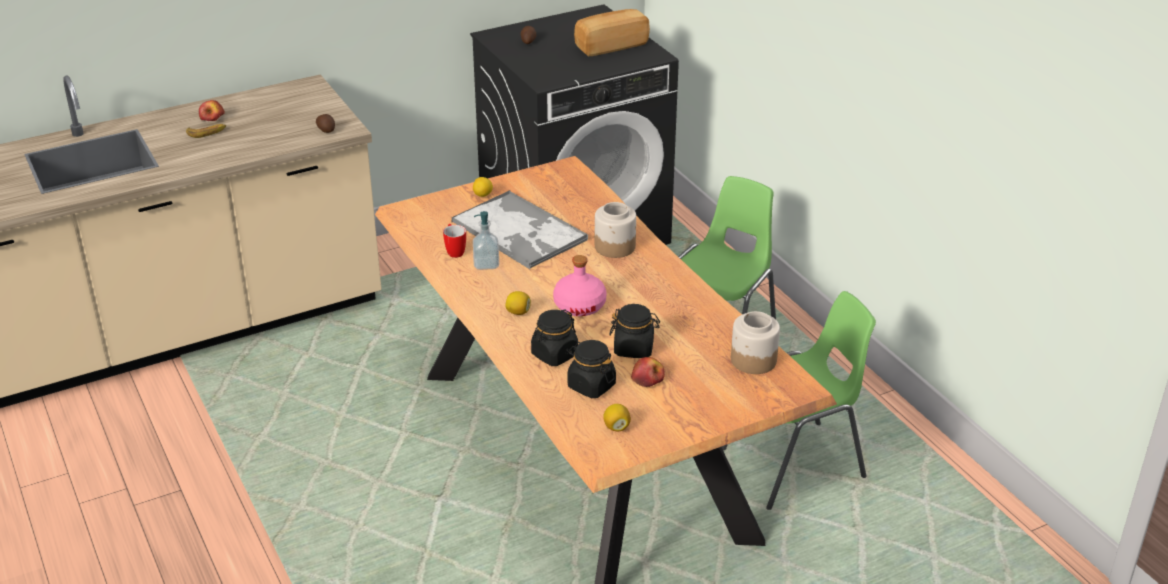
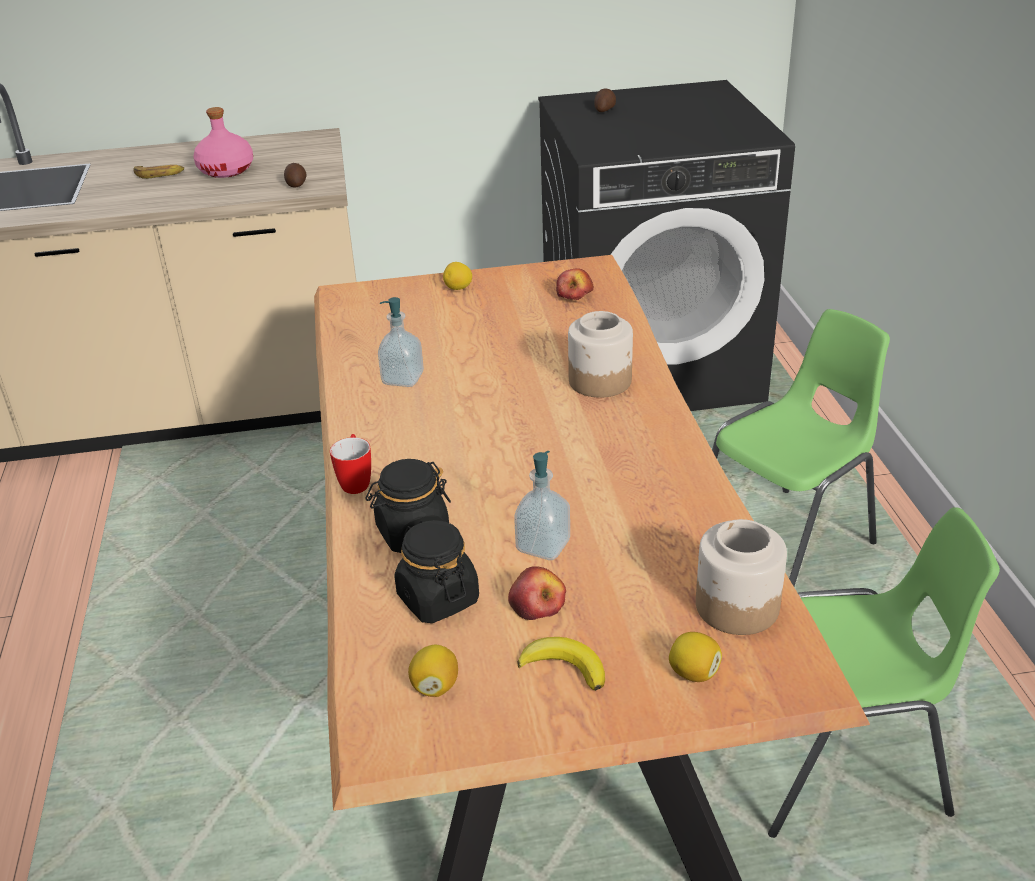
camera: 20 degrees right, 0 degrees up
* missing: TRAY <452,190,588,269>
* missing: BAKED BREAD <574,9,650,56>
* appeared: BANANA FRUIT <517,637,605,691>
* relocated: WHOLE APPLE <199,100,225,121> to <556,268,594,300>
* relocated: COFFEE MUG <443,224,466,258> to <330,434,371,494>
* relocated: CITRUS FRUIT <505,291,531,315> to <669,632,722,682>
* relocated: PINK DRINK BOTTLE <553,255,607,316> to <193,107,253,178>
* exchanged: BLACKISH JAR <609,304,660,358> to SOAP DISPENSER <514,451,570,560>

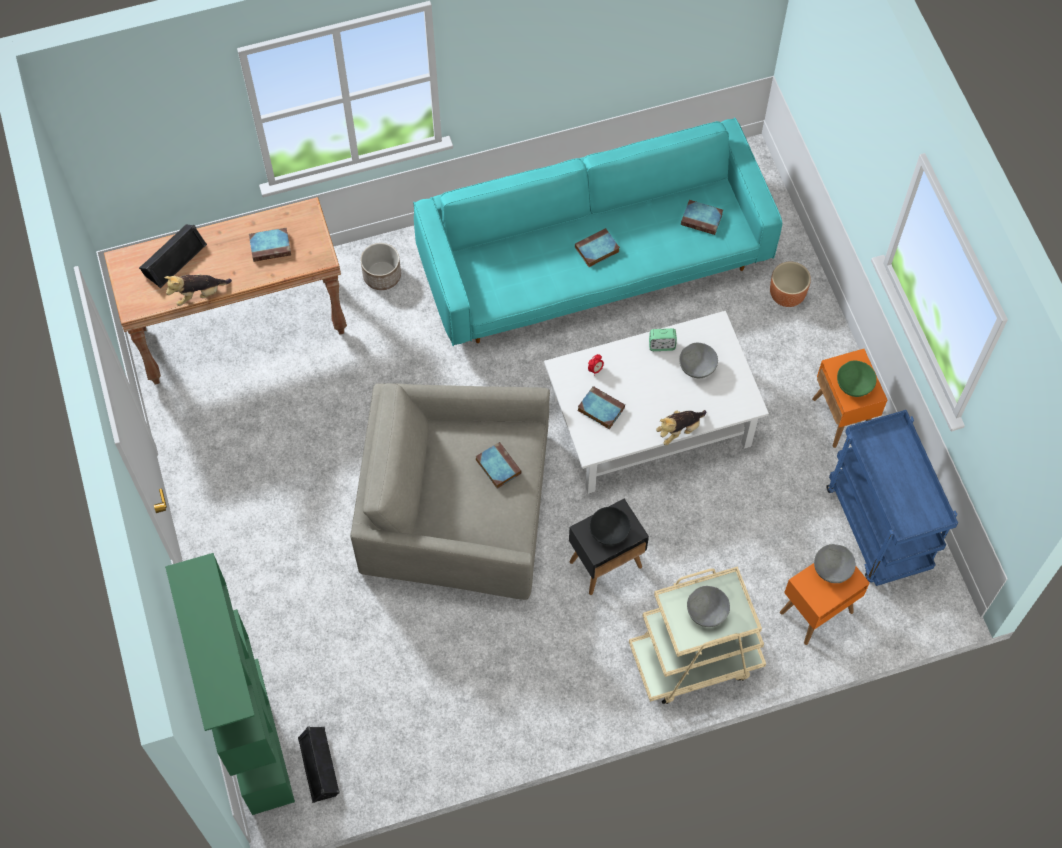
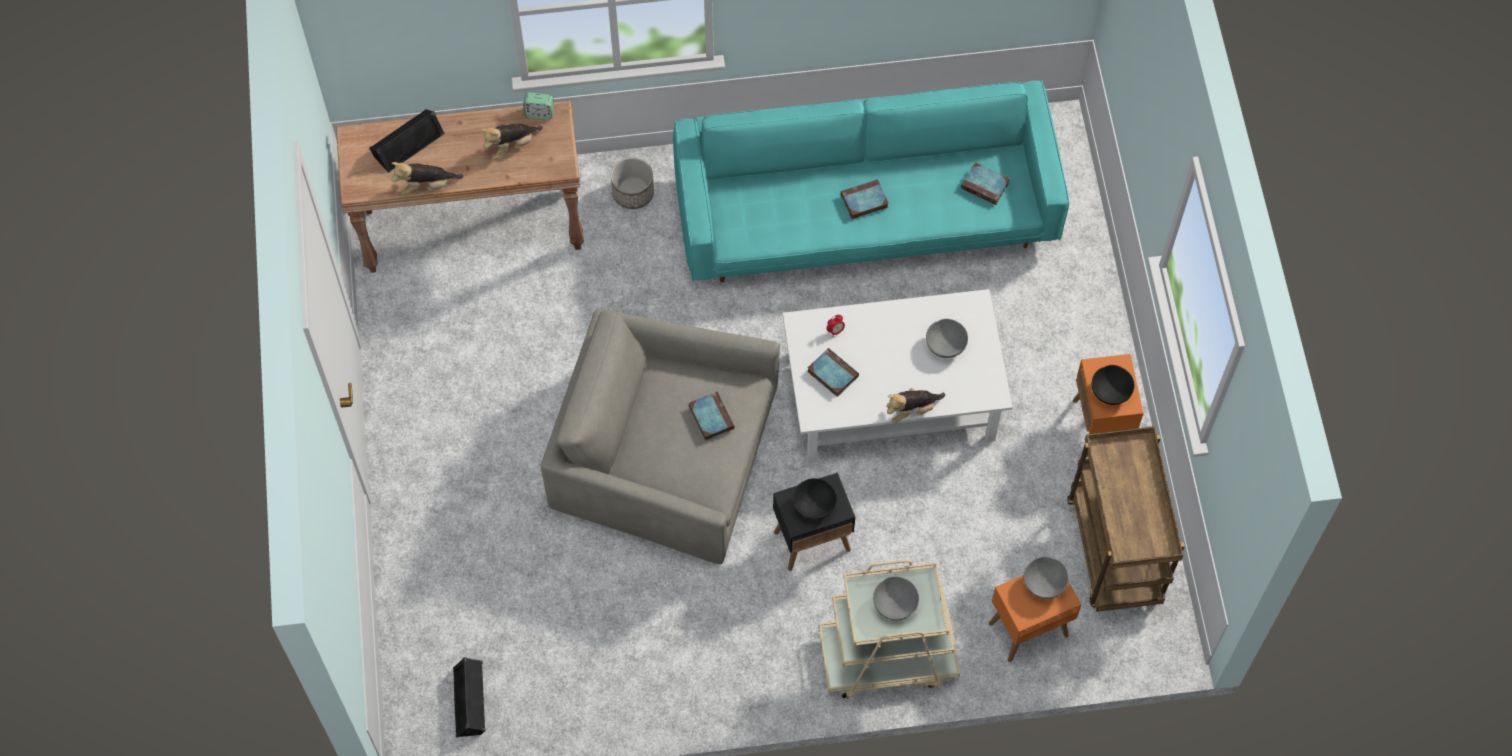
camera: 10 degrees right, 0 degrees up
* missing: GREENISH BOOKSHELF <165,553,295,815>
* missing: BROWN PLANTER <770,261,811,307>
* relocated: BEDSIDE CLOCK <649,328,677,351> to <523,92,554,120>
* exchanged: VOLUME <249,228,291,262> to SOFT TOY <481,124,543,160>
* colour: BLUE WHEELED CART <826,410,958,586> to BROWN WHEELED CART <1067,426,1185,612>
* colour: GREENISH SERVING BOWL <837,361,877,397> to BLACKISH SERVING BOWL <1092,365,1134,405>

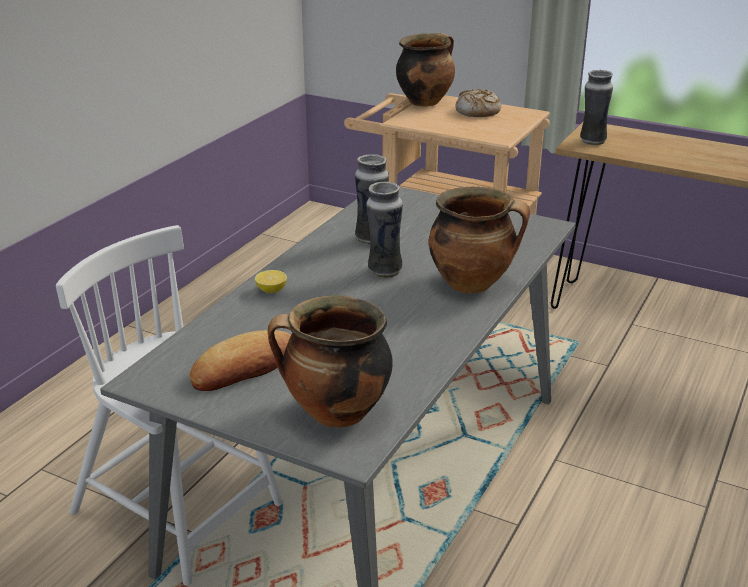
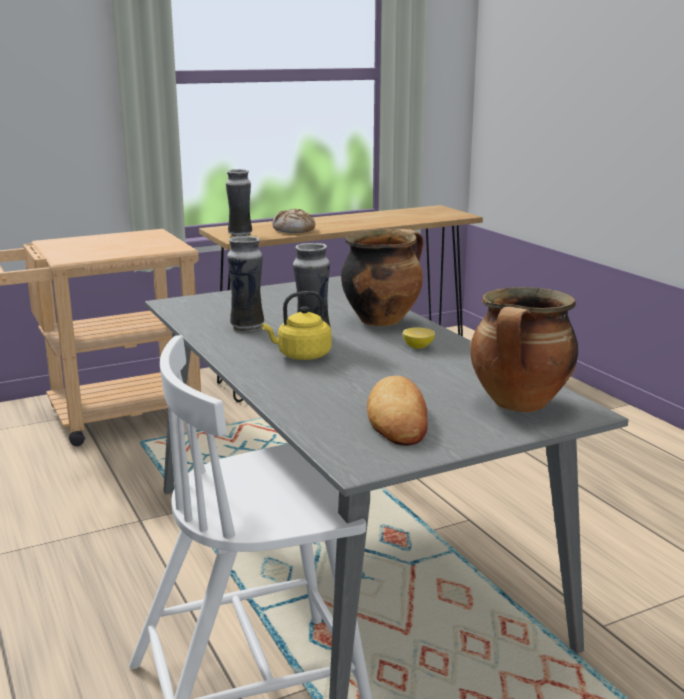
camera: 55 degrees left, 10 degrees down
* missing: COOKING POT <396,33,455,107>
* appeared: YELLOWISH KETTLE <262,291,332,360>
* relocated: CITRUS FRUIT <255,270,287,293> to <403,327,435,349>
* relocated: BAKED BREAD <455,89,501,117> to <273,209,315,233>

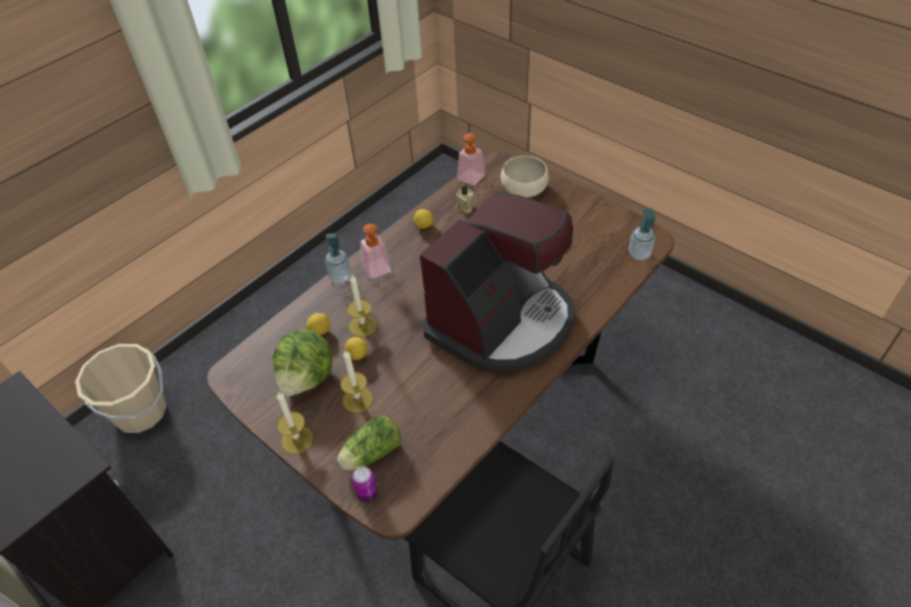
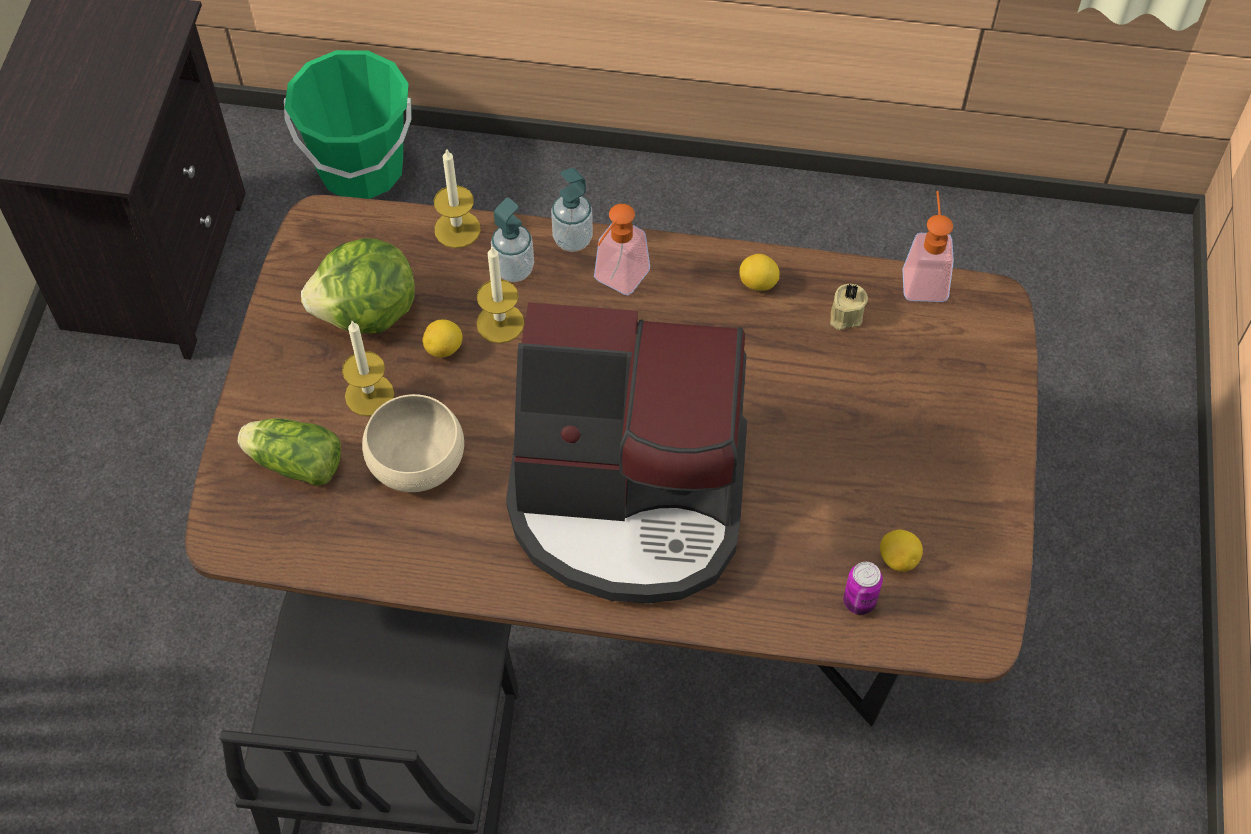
camera: 55 degrees right, 10 degrees up
* relocated: WAX LIGHT <277,392,313,454> to <434,148,481,248>
* relocated: CITRUS FRUIT <306,313,330,335> to <880,530,923,572>
* relocated: METAL CAN <352,466,377,502> to <843,562,883,615>
* relocated: BEIGE SERVING BOWL <501,156,549,198> to <362,394,464,492>
* relocated: SOAP DISPENSER <629,208,655,260> to <491,198,534,282>
* colour: BEIGE BUCKET <75,344,167,433> to GREENISH BUCKET <284,50,412,199>

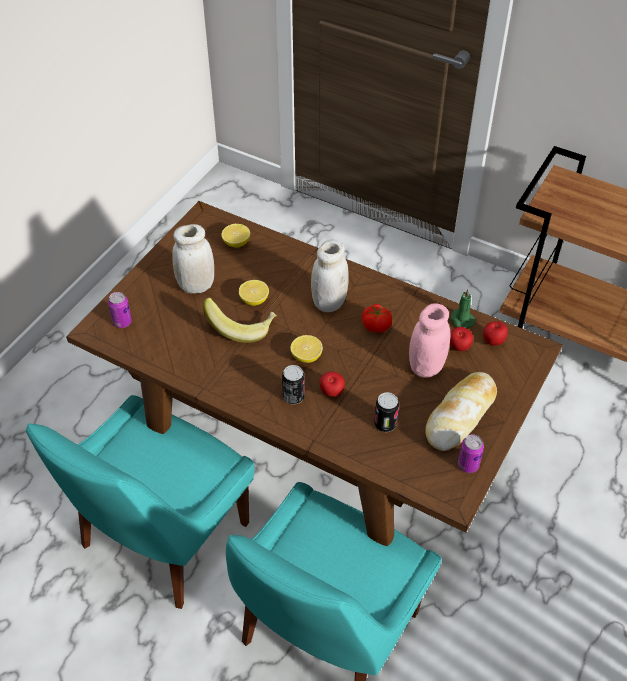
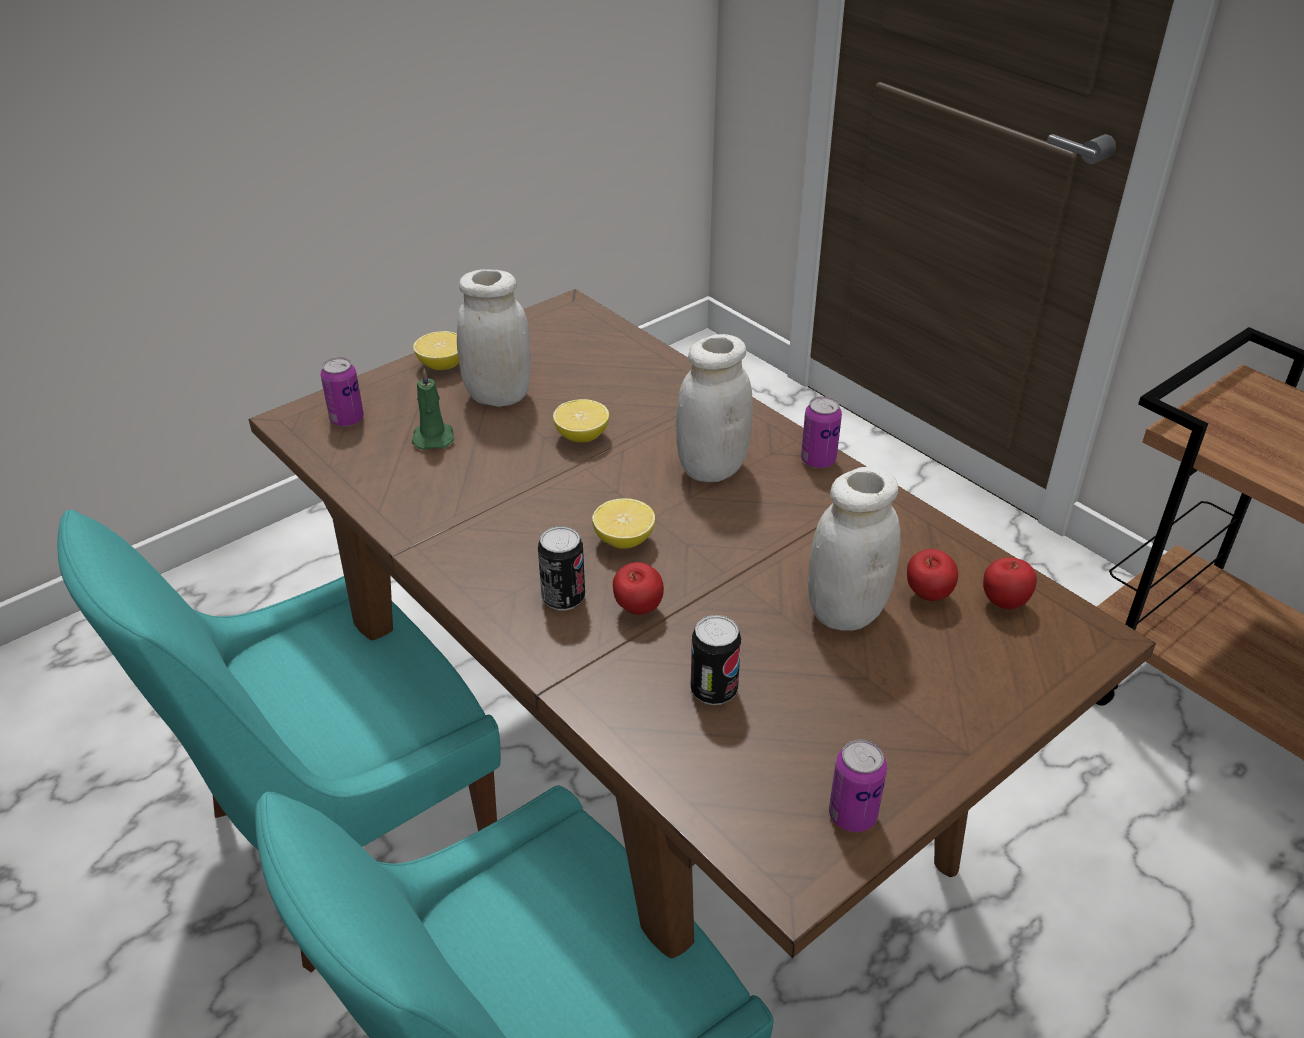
camera: 20 degrees right, 10 degrees down
* missing: BANANA FRUIT <203,298,277,343>
* missing: TOMATO <361,304,392,333>
* missing: BAKED BREAD <425,372,497,451>
* appeared: METAL CAN <801,396,842,468>
* relocated: CITRUS FRUIT <221,224,250,248> to <413,331,459,370>
* relocated: GREENISH WAX LIGHT <450,289,475,328> to <412,368,454,450>
* colour: PINK JAR <409,303,451,378> to WHITISH JAR <808,467,901,631>

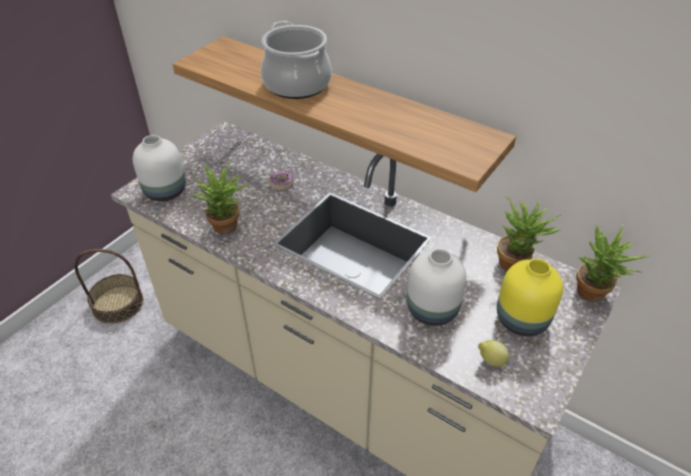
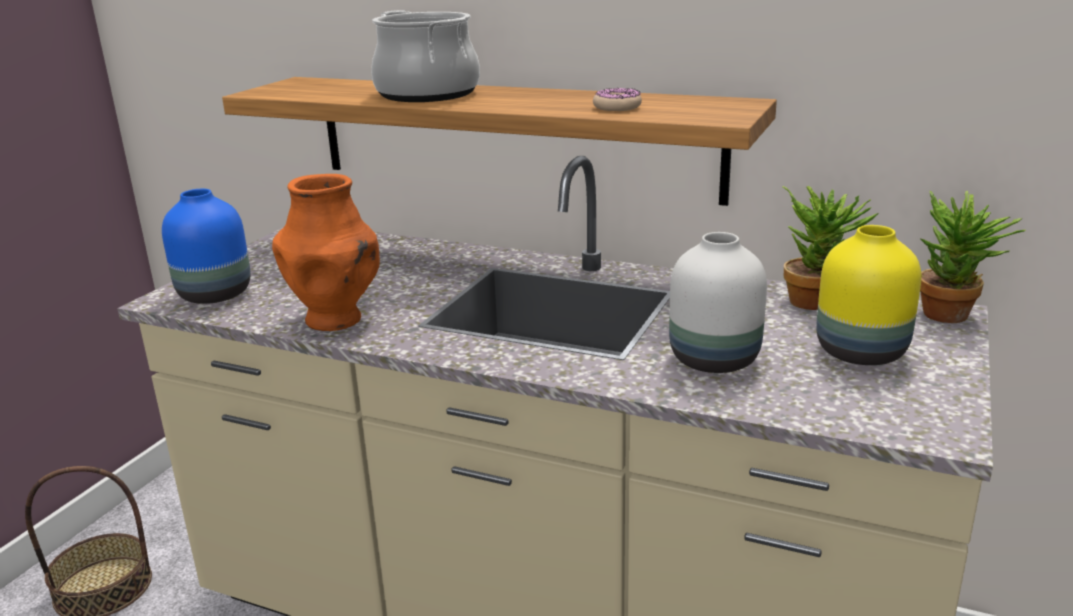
camera: 10 degrees left, 20 degrees down
* missing: CITRUS FRUIT <478,340,509,367>
* relocated: RING DOUGHNUT <268,171,294,190> to <593,88,642,111>
* exchanged: HOUSEPLANT <192,161,250,234> to ORANGEY VASE <272,174,380,331>
* colour: WHITISH VASE <133,135,186,201> to BLUE VASE <162,189,251,304>

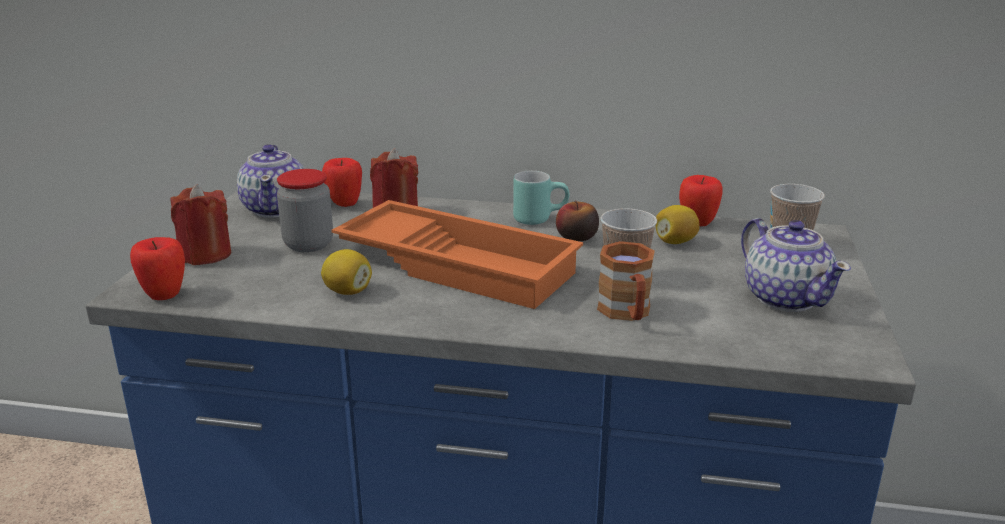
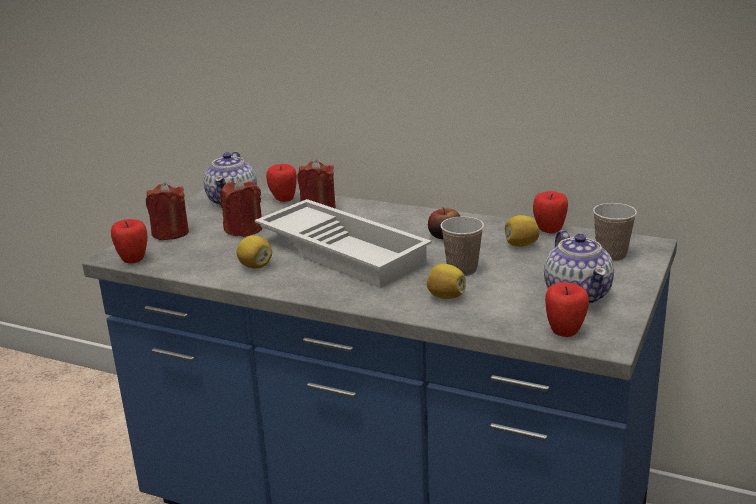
camera: 15 degrees right, 0 degrees up
* missing: BLUE-GREEN COFFEE MUG <513,171,569,225>
* appeared: WHOLE APPLE <545,282,589,337>
* exchanged: JAR <277,169,333,252> to RED WAX LIGHT <220,178,262,237>
* exchanged: BROWN COFFEE MUG <597,241,655,321> to CITRUS FRUIT <427,264,466,299>
* colour: ORANGEY TRAY <331,200,583,309> to WHITISH TRAY <255,199,432,288>

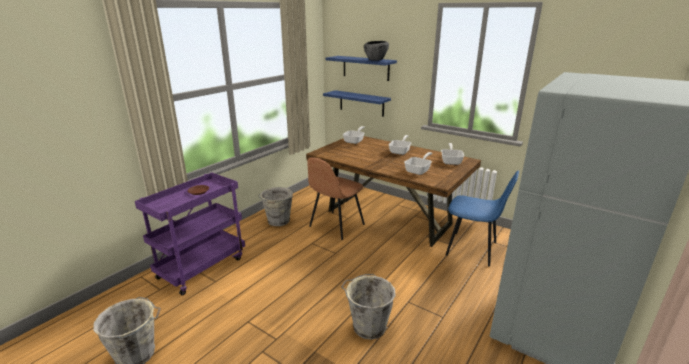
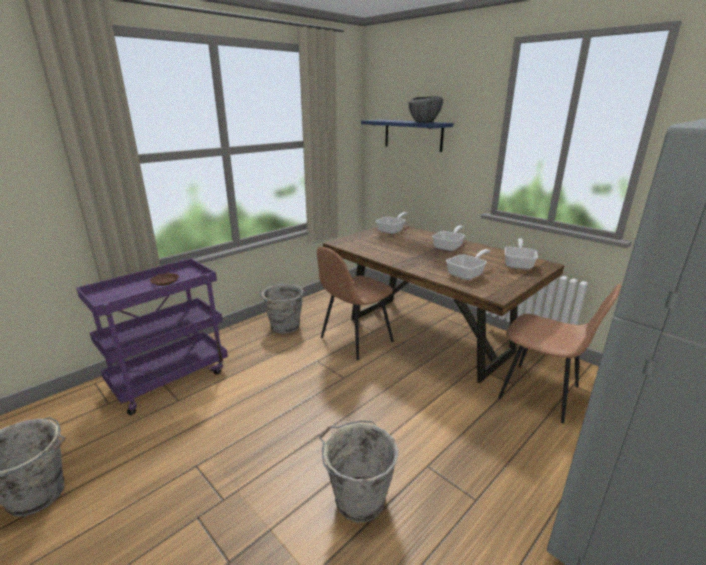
camera: 10 degrees right, 0 degrees up
* missing: BLUE SHELF <323,90,391,117>
* colour: BLUE CHAIR <446,170,519,266> to BROWN CHAIR <498,283,622,424>

